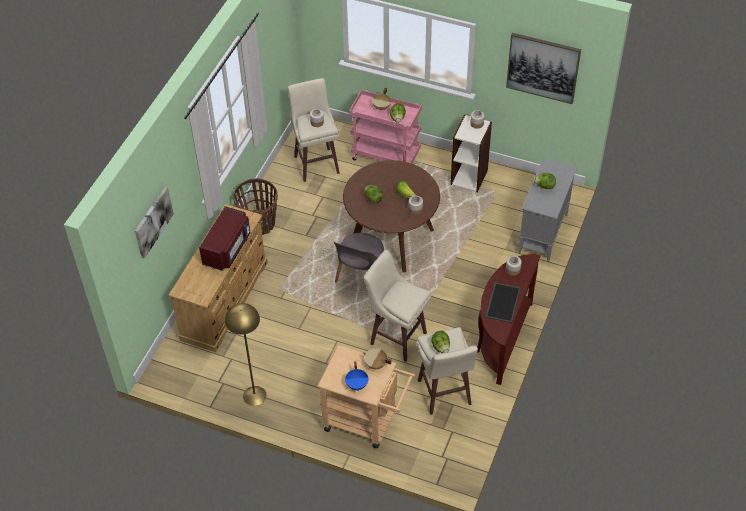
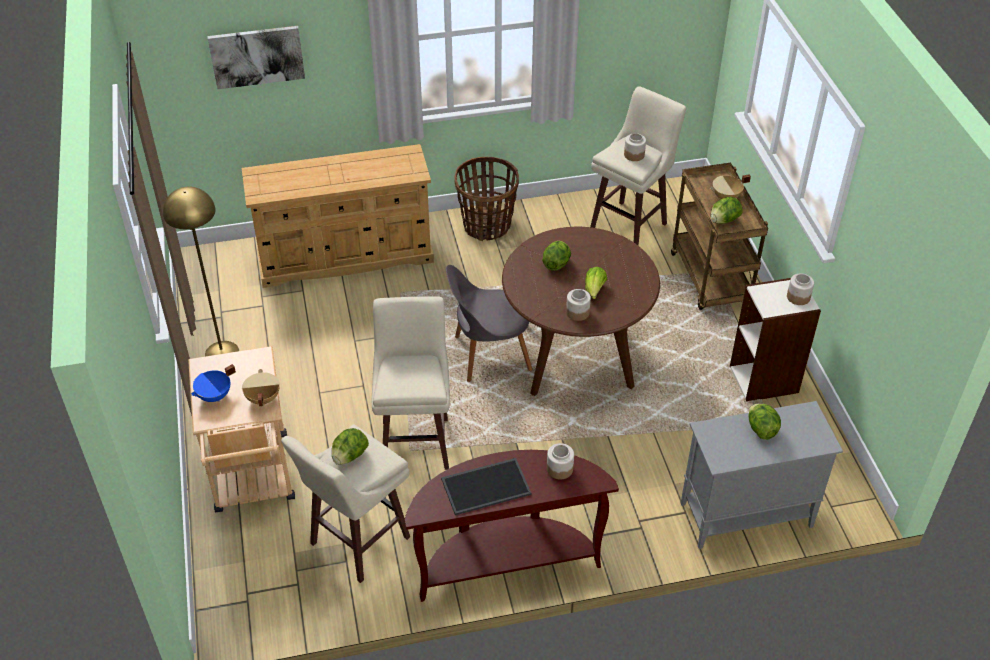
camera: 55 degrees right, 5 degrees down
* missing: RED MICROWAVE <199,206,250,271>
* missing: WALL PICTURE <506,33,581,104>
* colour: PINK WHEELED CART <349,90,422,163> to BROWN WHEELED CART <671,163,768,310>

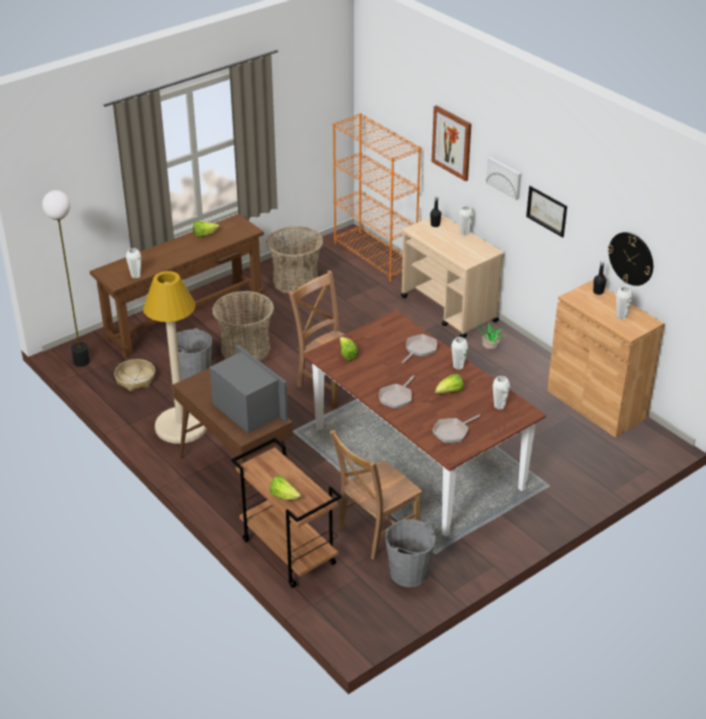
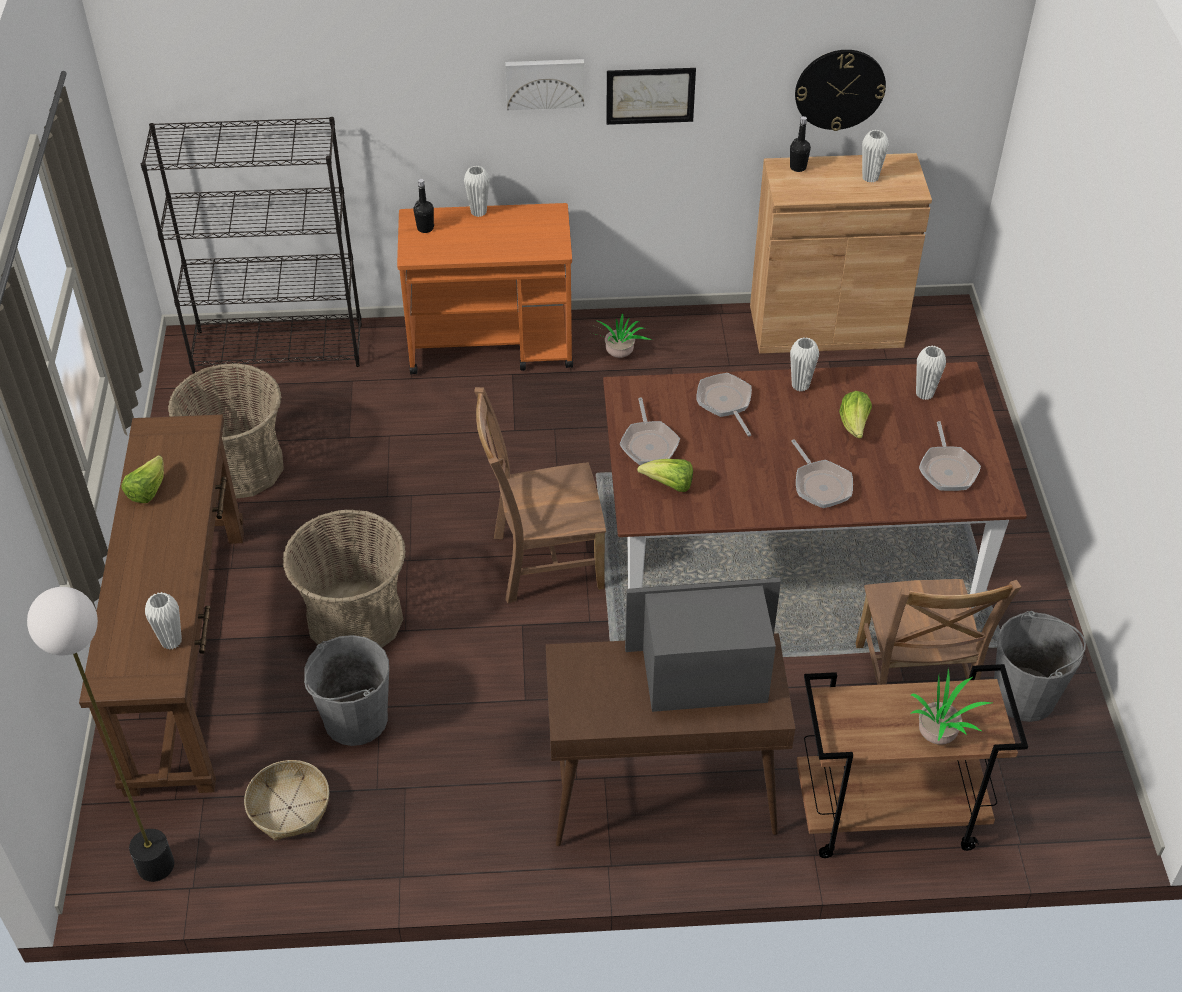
camera: 55 degrees left, 10 degrees up
* missing: BEIGE STANDARD LAMP <143,271,207,444>
* missing: WALL PICTURE <432,105,472,181>
* appeared: PAN <620,397,680,465>
* exchanged: LETTUCE HEAD <270,475,302,500> to HOUSEPLANT <910,669,991,745>
* colour: ORANGEY BOOKSHELF <333,113,421,282> to BLACKISH BOOKSHELF <141,117,362,374>
* colour: BEIGE WHEELED CART <401,215,504,338> to ORANGEY WHEELED CART <397,203,573,374>

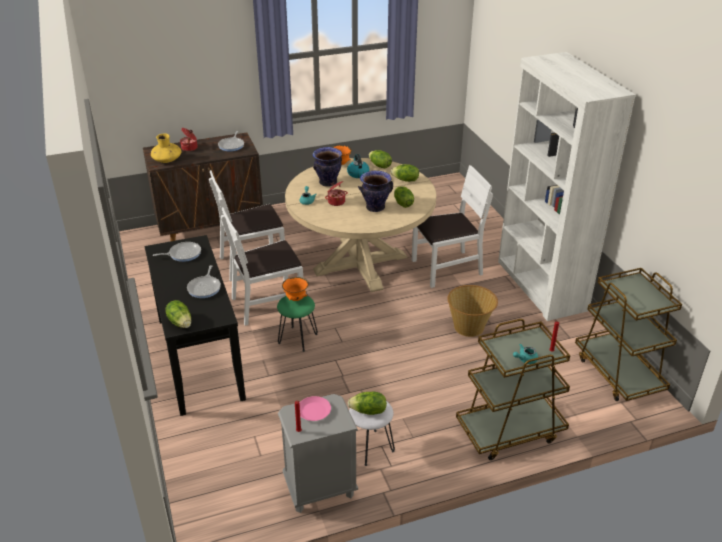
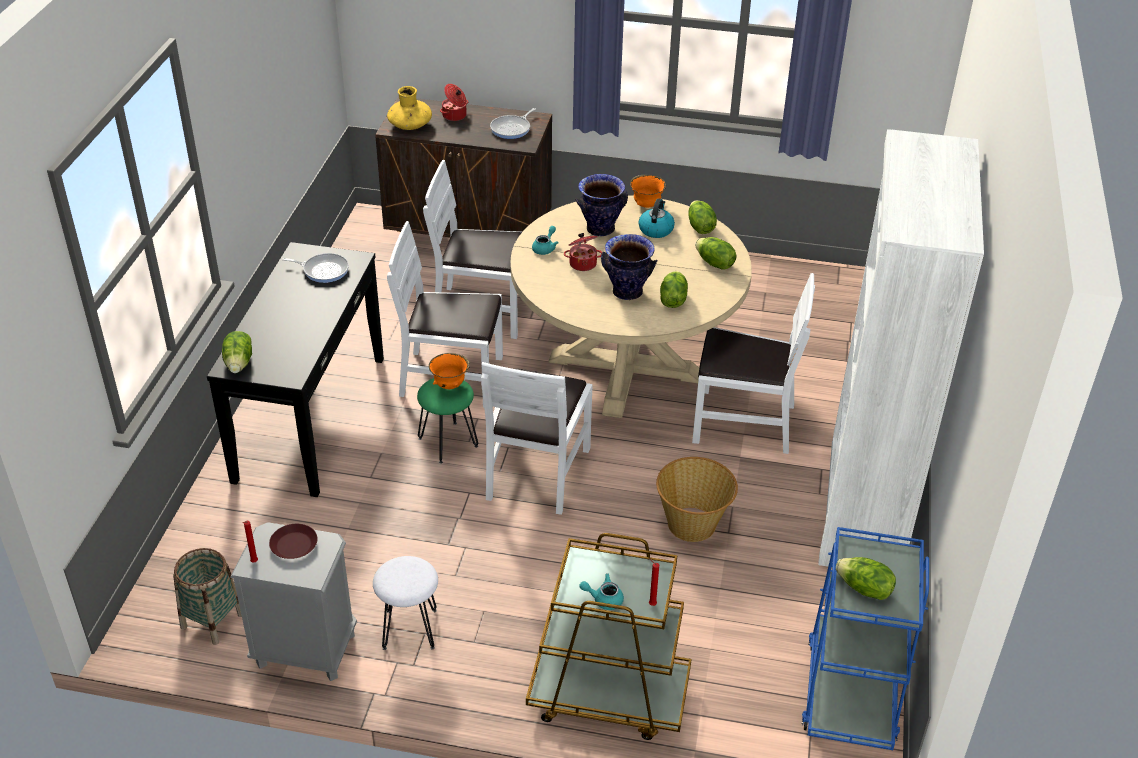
camera: 30 degrees right, 5 degrees up
* missing: PAN <187,265,221,298>
* appeared: HOUSEHOLD BASKET <173,548,242,645>
* appeared: WHITISH CHAIR <481,362,593,515>
* relocated: LETTUCE HEAD <348,392,387,415> to <836,557,896,600>
* colour: PINK PLATE <299,396,331,421> to BROWN PLATE <269,524,318,559>
* colour: BROWN WHEELED CART <575,268,682,401> to BLUE WHEELED CART <802,527,929,750>

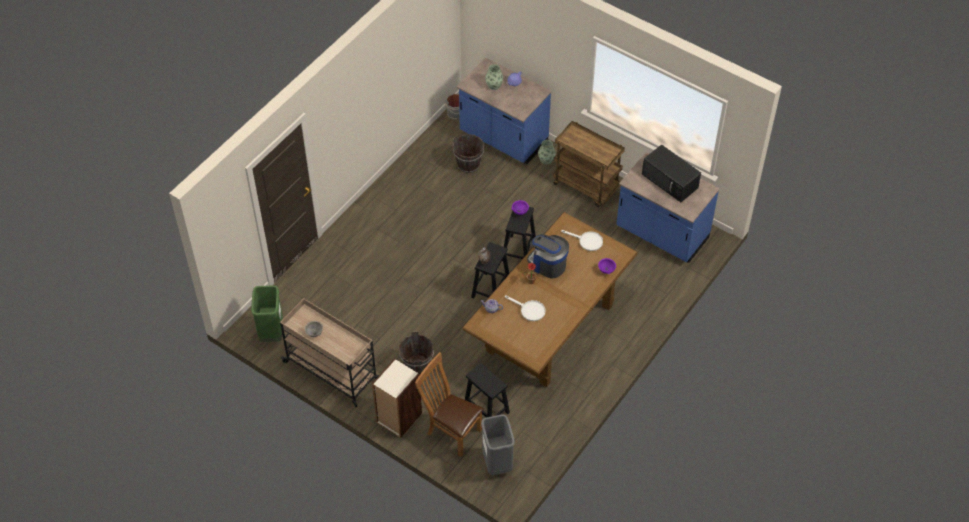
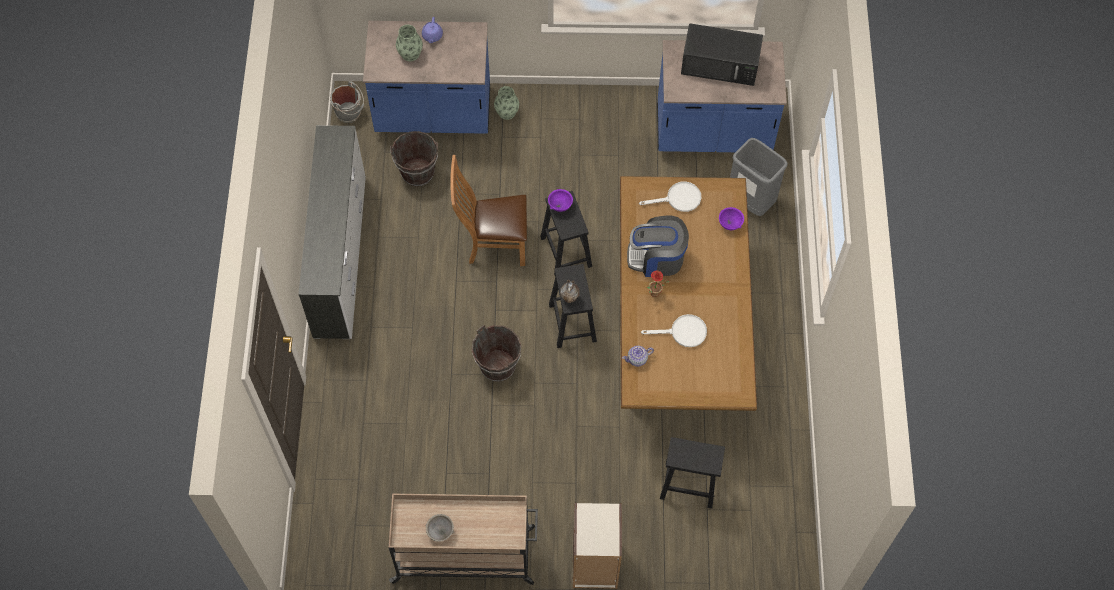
camera: 35 degrees left, 10 degrees up
* missing: GREENISH TRASH CAN <251,285,283,342>
* missing: BROWN WHEELED CART <553,121,625,207>
* appeared: WHITISH DRAWER CHEST <298,125,366,339>
* relocated: BROWN BUCKET <399,331,434,374> to <472,325,522,382>
* relocated: BROWN CHAIR <415,352,484,457> to <450,155,527,266>
* relocated: GREYISH TRASH CAN <481,414,515,475> to <730,138,788,216>

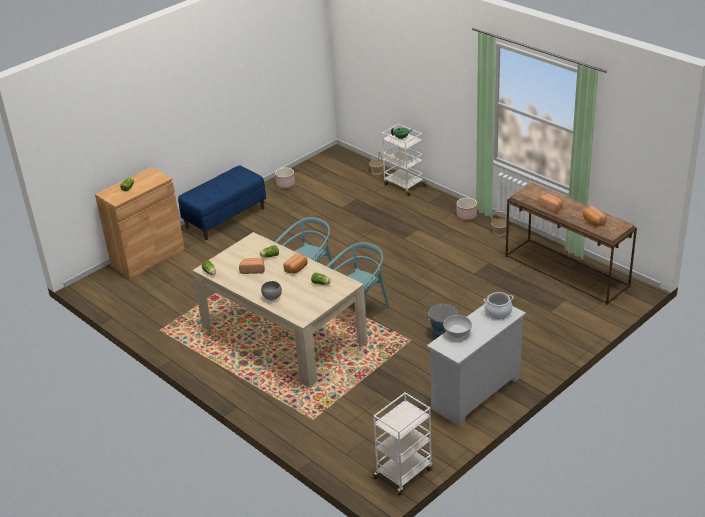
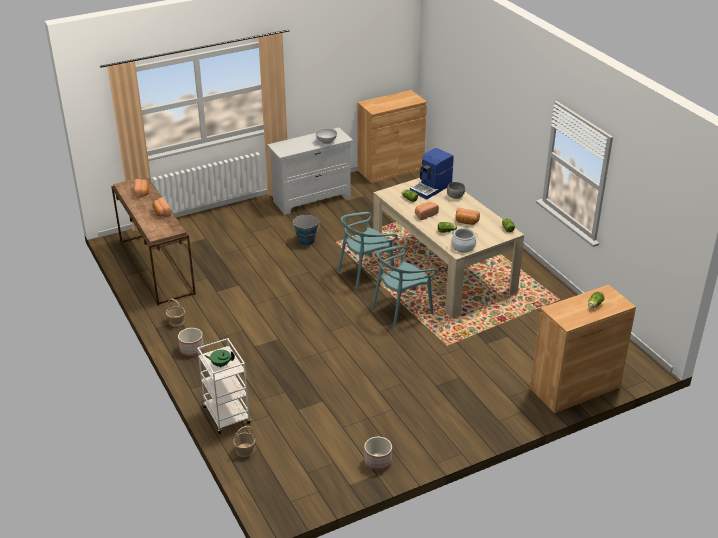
camera: 165 degrees left, 0 degrees up
* missing: BLUE INDOOR BENCH <178,165,266,240>
* appeared: COFFEE MAKER <410,148,454,200>
* relocated: COOKING POT <484,292,514,319> to <450,228,478,252>
* exchanged: WHITISH WHEELED CART <372,392,433,496> to BROWN CABINET <357,90,427,183>

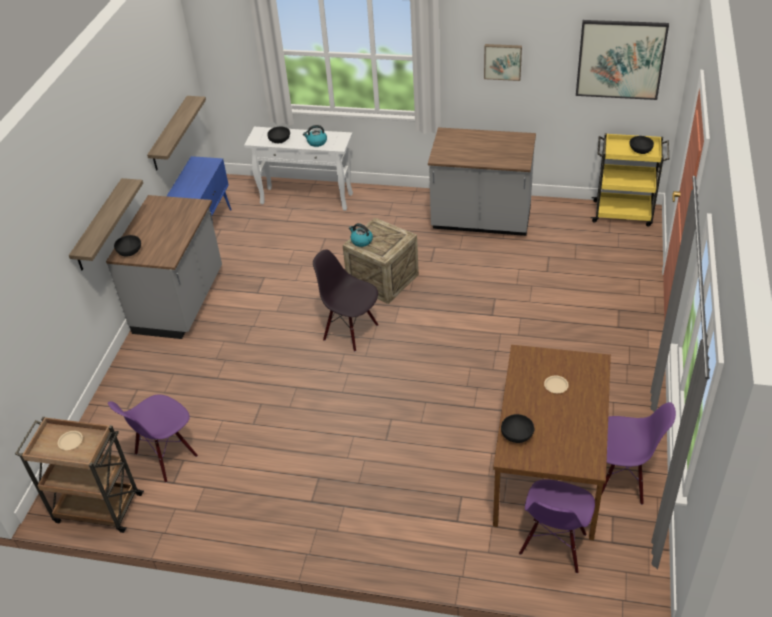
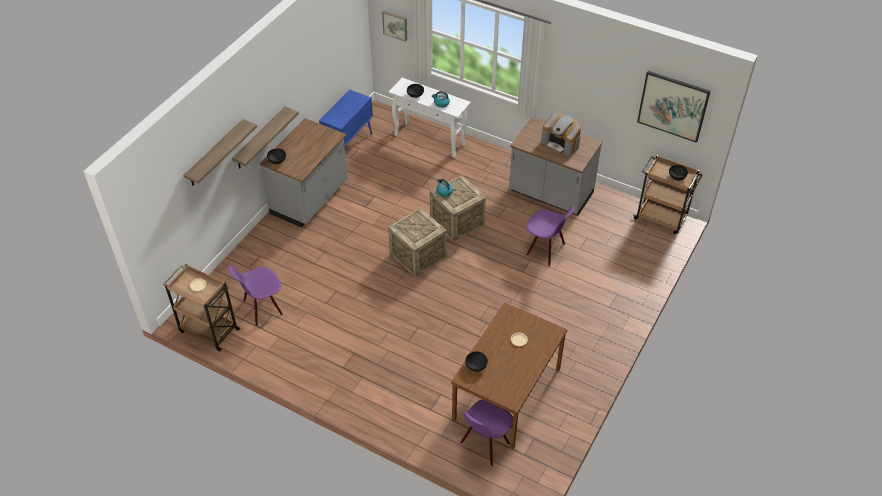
camera: 15 degrees right, 5 degrees up
* appeared: COFFEE MAKER <541,113,581,156>
* relocated: SHELF <147,96,206,171> to <183,119,257,186>
* relocated: WALL PICTURE <484,44,522,81> to <382,11,407,42>
* relocated: PURPLISH CHAIR <601,402,676,505> to <526,206,574,266>
* exchanged: BLACKISH CHAIR <313,249,378,352> to SHIPPING CRATE <388,208,447,277>
* colour: YELLOWISH WHEELED CART <590,133,669,227> to BROWN WHEELED CART <633,155,703,234>

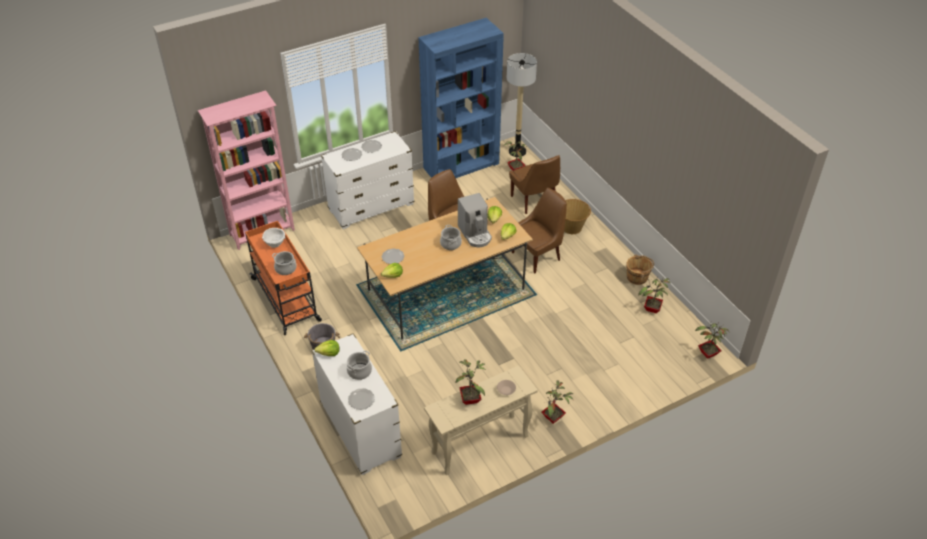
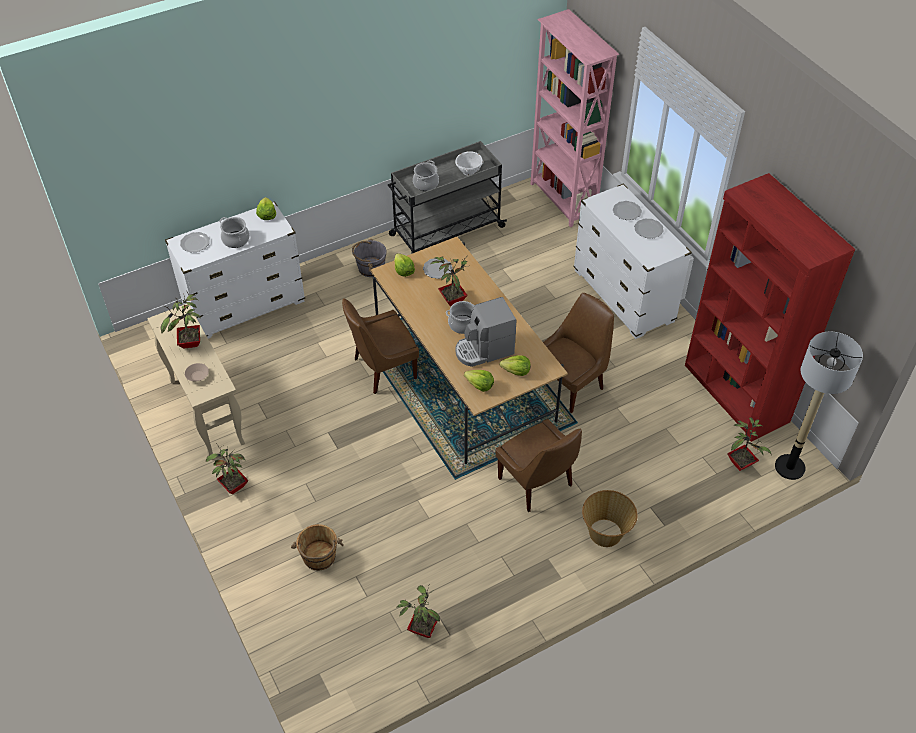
camera: 90 degrees right, 5 degrees up
* relocated: BROWN CHAIR <509,155,560,214> to <342,298,419,394>
* relocated: BROWN BUCKET <626,254,654,285> to <291,524,344,571>
* relocated: HOUSEPLANT <695,323,729,359> to <431,256,468,306>
* colour: ORANGEY WHEELED CART <245,221,322,335> to GREYISH WHEELED CART <388,141,507,254>
* colour: BLUE BOOKSHELF <418,18,504,178> to RED BOOKSHELF <685,173,855,442>

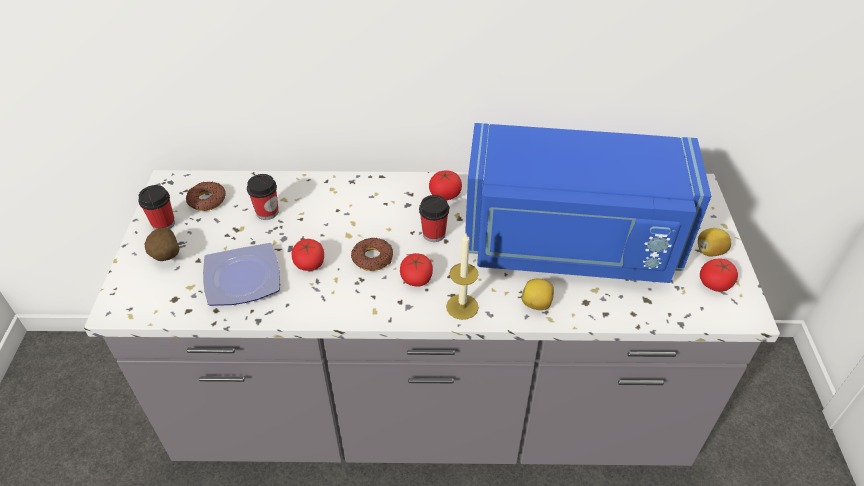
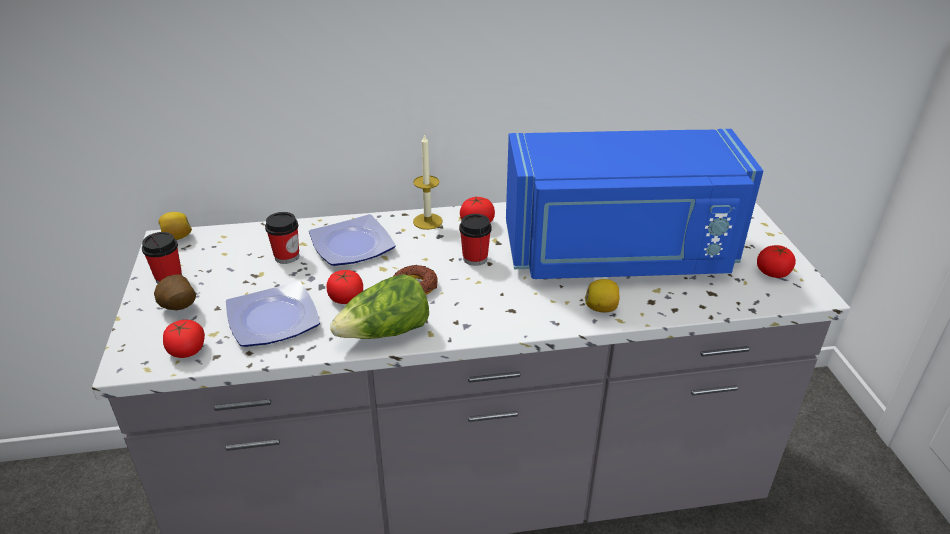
camera: 10 degrees left, 10 degrees down
* missing: RING DOUGHNUT <186,182,226,211>
* appeared: PLATE <309,214,396,266>
* appeared: LETTUCE HEAD <330,274,429,339>
* relocated: TOMATO <400,253,433,286> to <163,320,205,358>
* relocated: WAX LIGHT <446,233,479,320> to <413,133,443,230>
* relocated: CITRUS FRUIT <698,228,731,256> to <159,212,192,240>

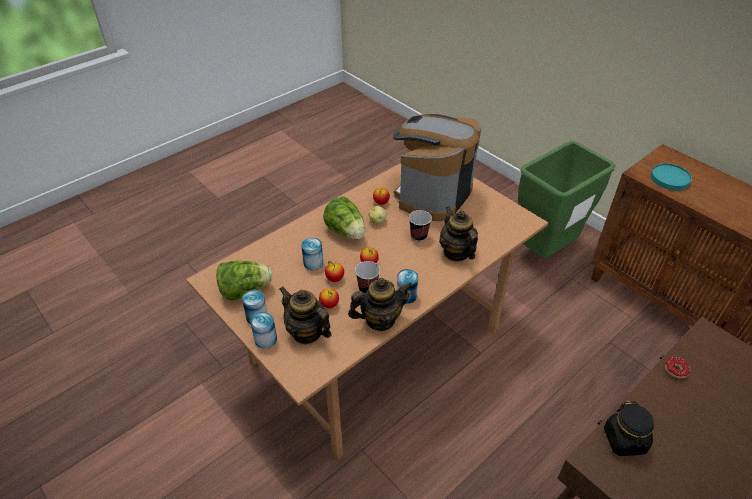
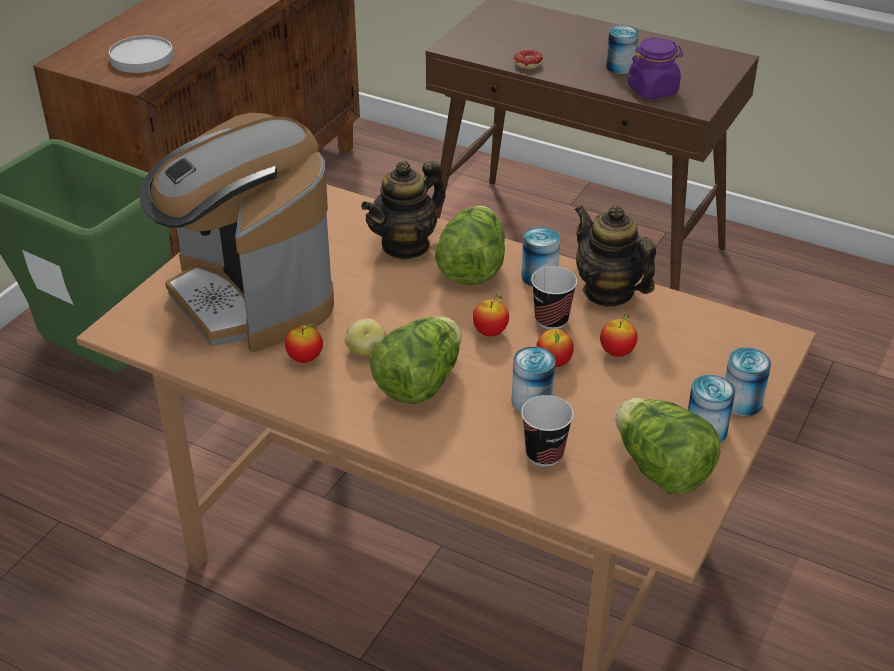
camera: 110 degrees left, 5 degrees down
* missing: TEAPOT <279,287,332,344>
* appeared: LETTUCE HEAD <435,206,505,285>
* appeared: METAL CAN <606,25,638,74>
* relocated: CUP <409,210,432,241> to <521,395,574,467>
* colour: BLACKISH JAR <604,401,654,456> to PURPLISH JAR <628,38,683,99>
* colour: BLUE-GREEN PLATE <651,163,692,191> to WHITISH PLATE <109,36,173,73>
* spun: COFFEE MAKER <393,114,481,221> = <139,113,334,352> 45 degrees clockwise

